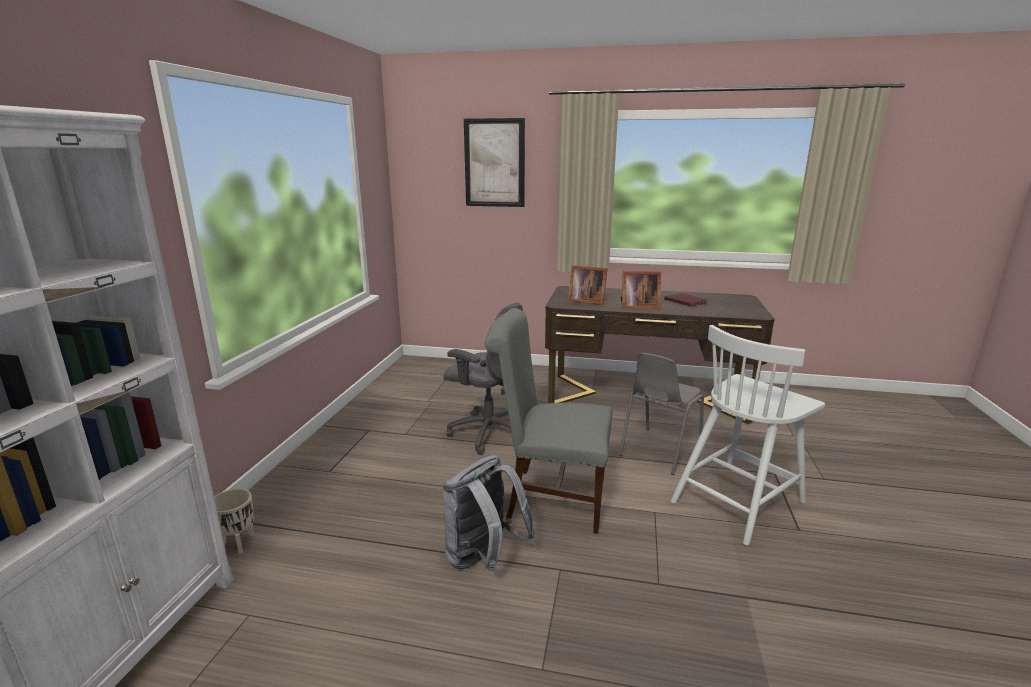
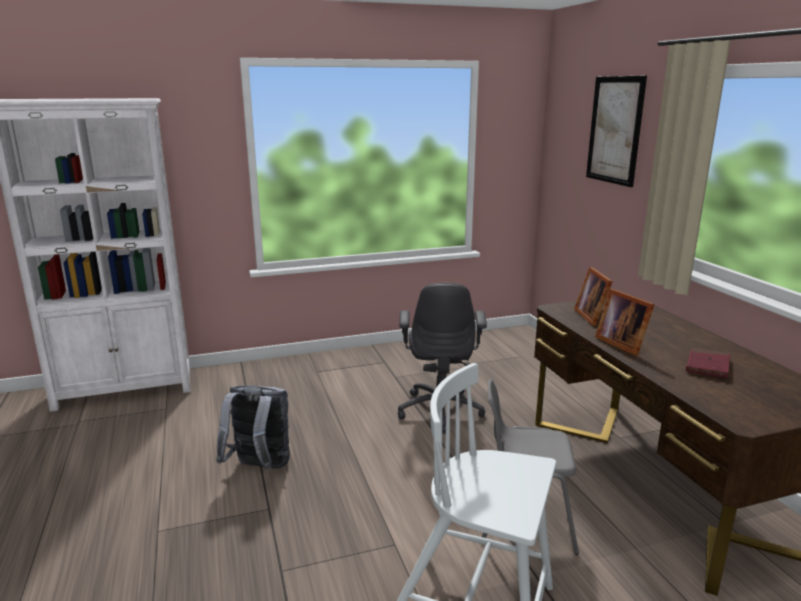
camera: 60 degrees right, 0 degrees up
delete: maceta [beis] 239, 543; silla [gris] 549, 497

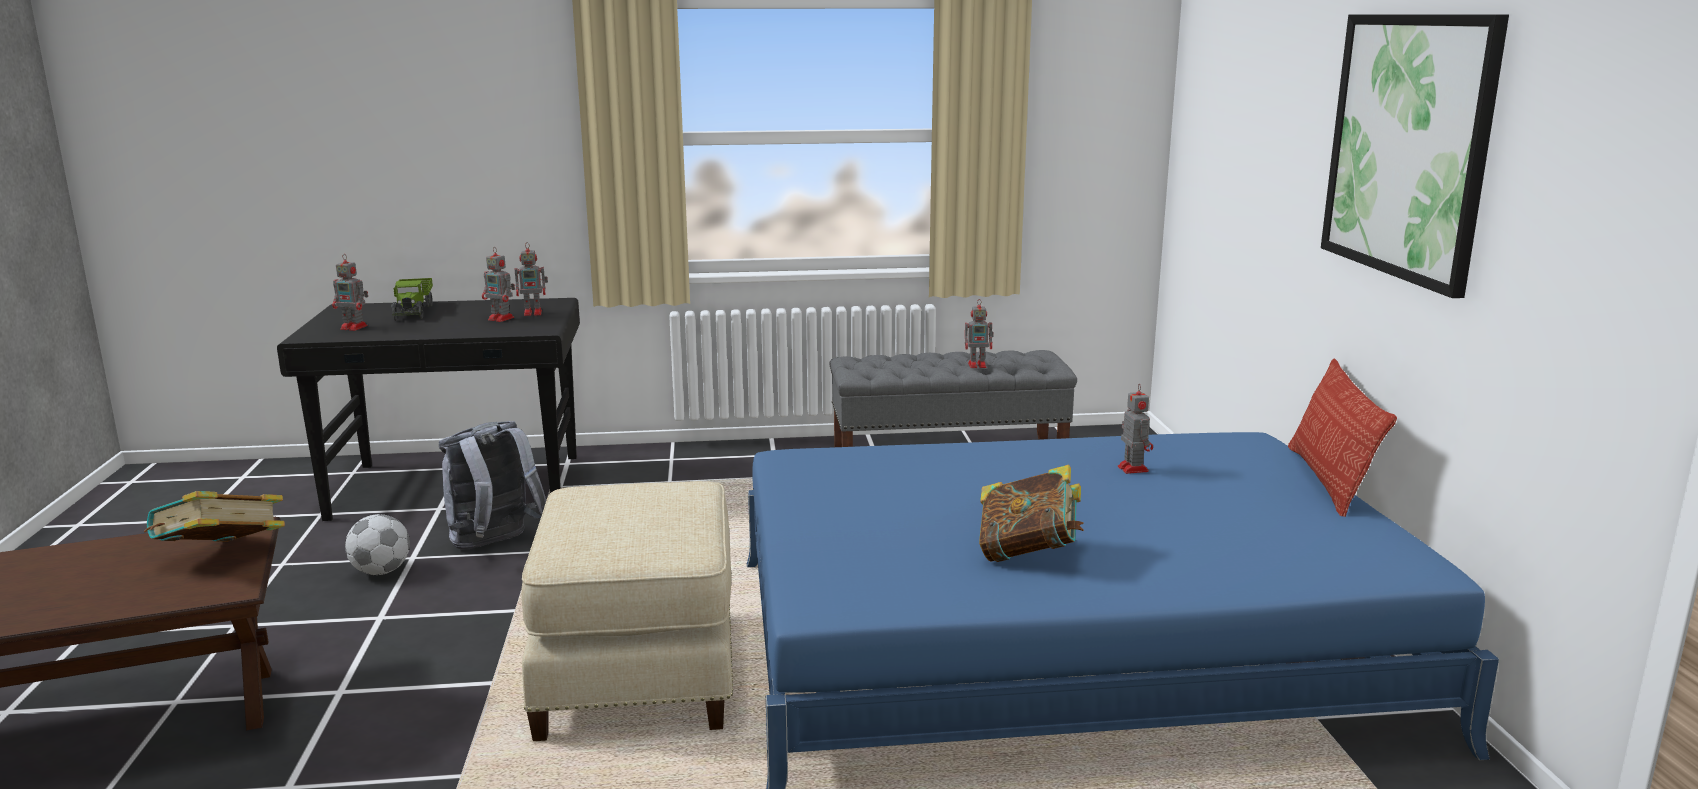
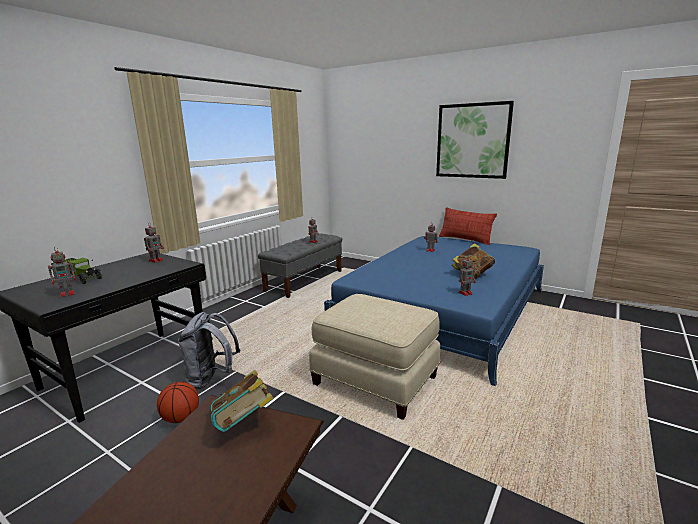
camera: 50 degrees left, 0 degrees up
move: robot de juguete 502, 319 to 465, 293
replace: balón de fútbol 381, 571 to balón de baloncesto 181, 418

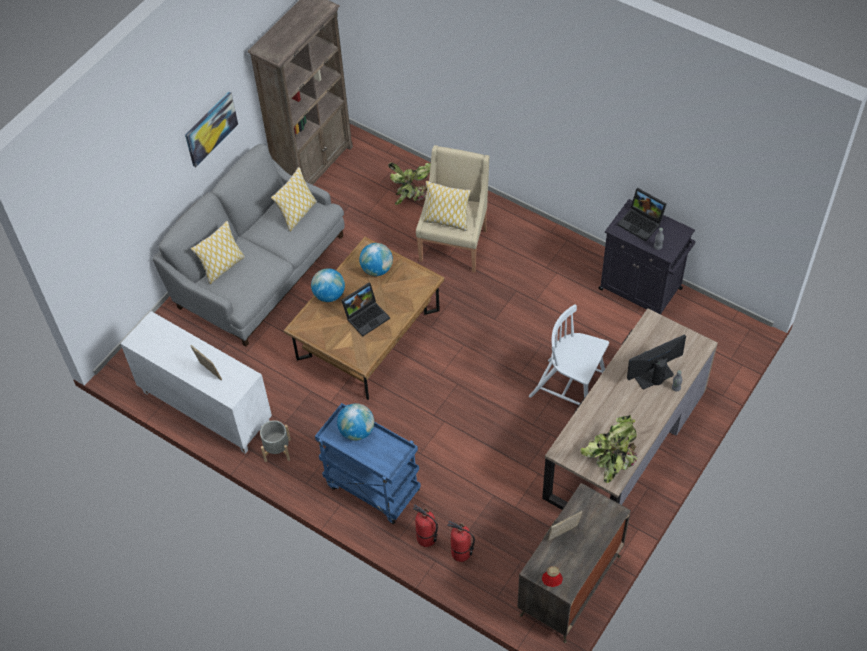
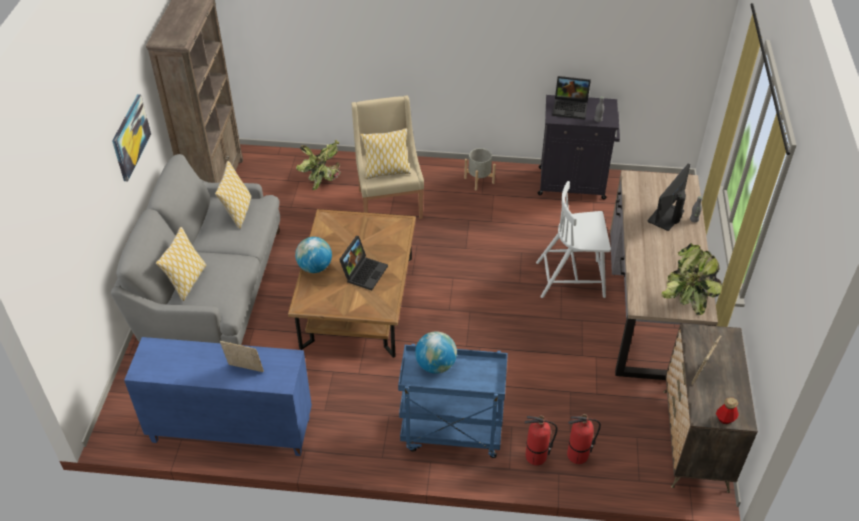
camera: 30 degrees left, 10 degrees down
delete: globo terráqueo 377, 269
move: maceta [gris] 277, 450 to 479, 180
recolor: armario [blanco] 205, 408 to armario [azul] 230, 430

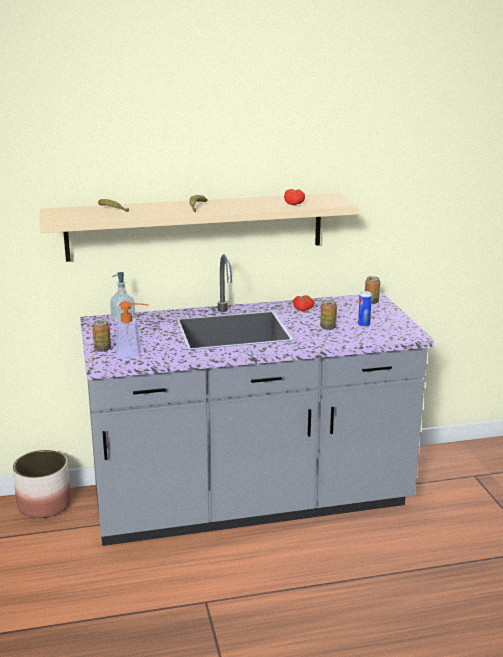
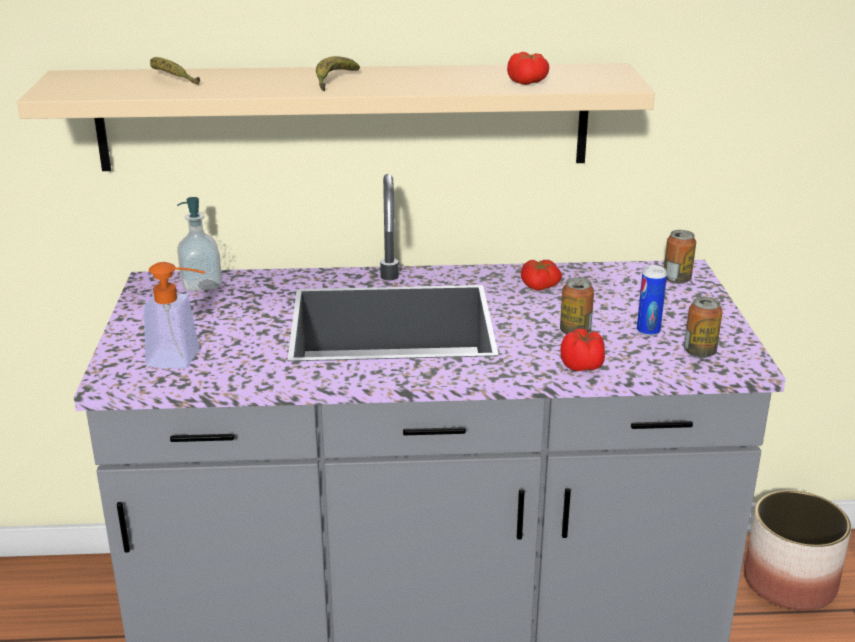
camera: 10 degrees right, 5 degrees up
insert: tomate 582, 366
move: lata 102, 349 to 699, 352; maceta 44, 504 to 788, 582

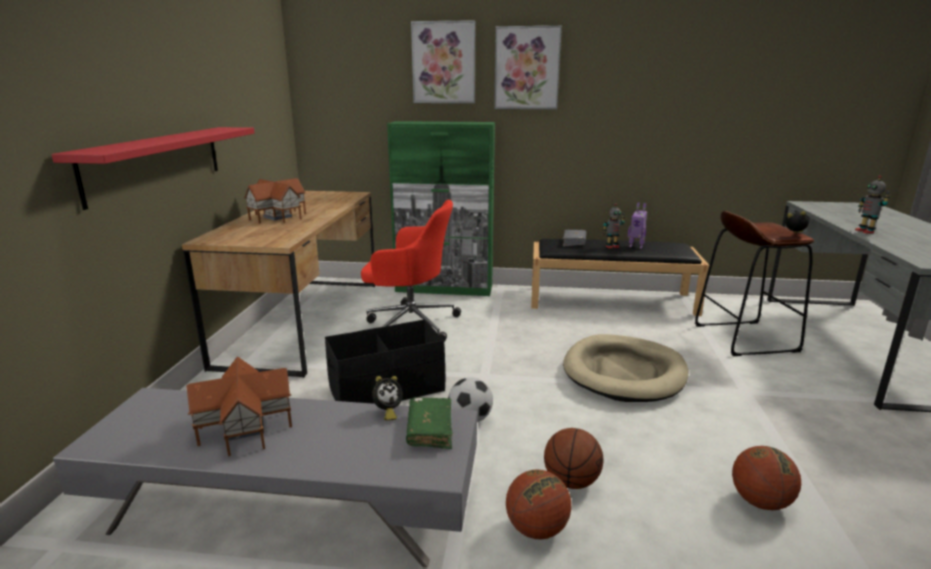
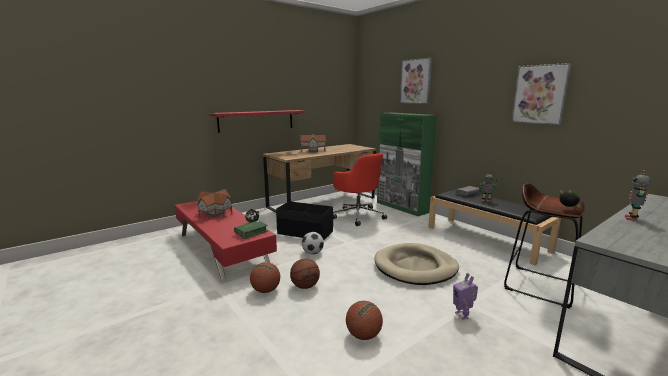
camera: 45 degrees right, 5 degrees down
move: robot de juguete 636, 246 to 462, 315; cuadro 527, 68 to 540, 94
recolor: mesa de centro [gris] 290, 503 to mesa de centro [rojo] 223, 249

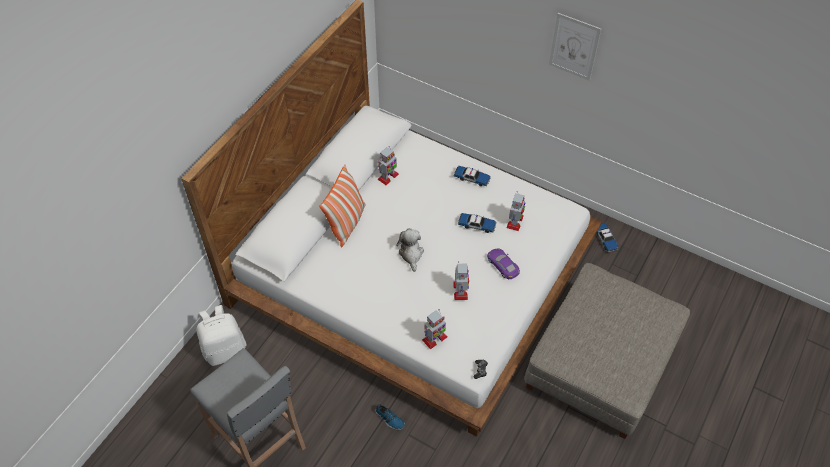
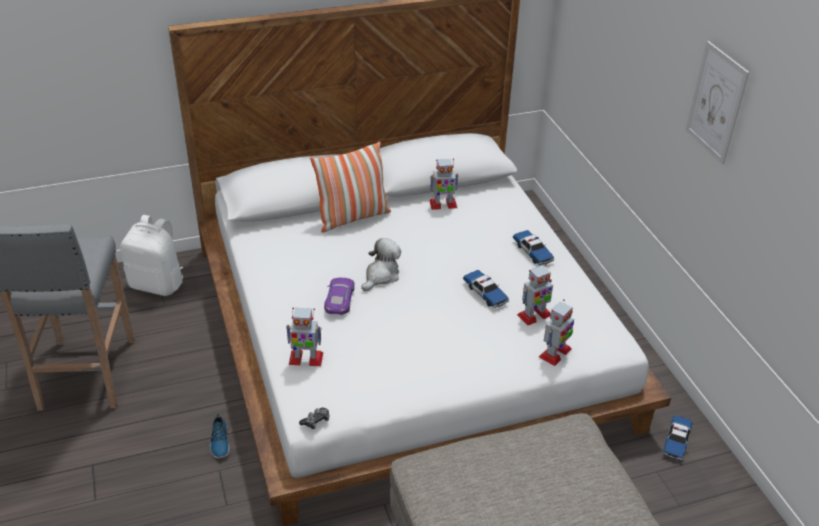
camera: 40 degrees right, 15 degrees down
move: coche de juguete [morado] 503, 265 to 339, 299; robot de juguete 460, 291 to 555, 353

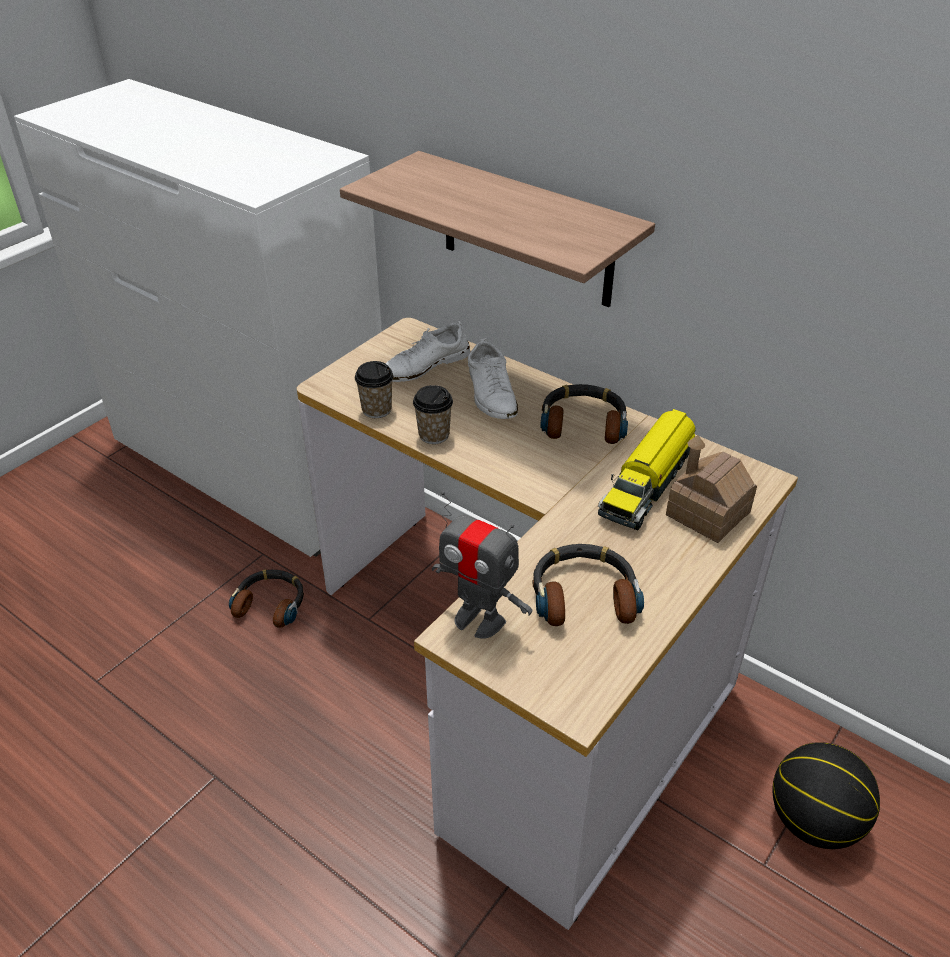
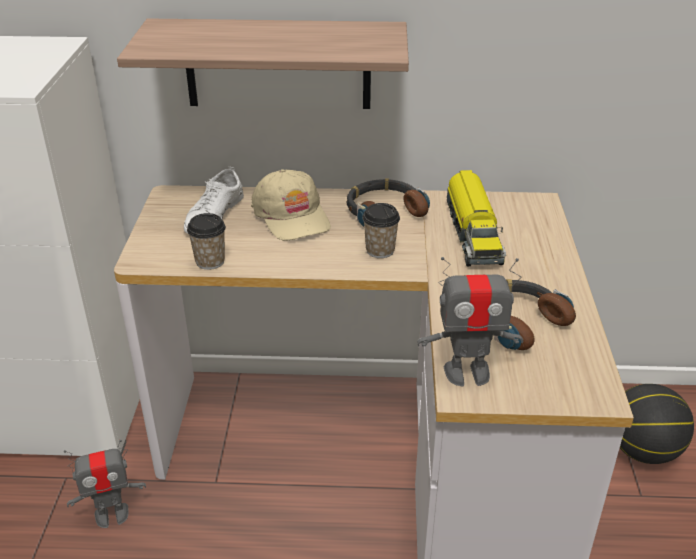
camera: 35 degrees left, 5 degrees down
delete: casita 707, 513
move: taza 434, 435 to 380, 250
replace: auriculares 271, 603 to robot de juguete 112, 515; zapato [blanco] 491, 393 to gorra [beis] 292, 216

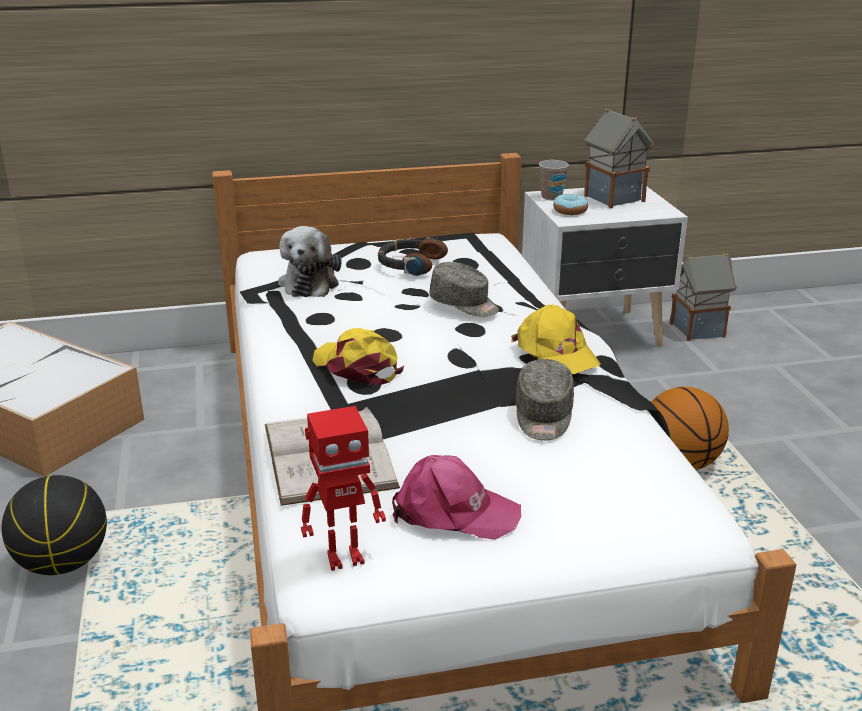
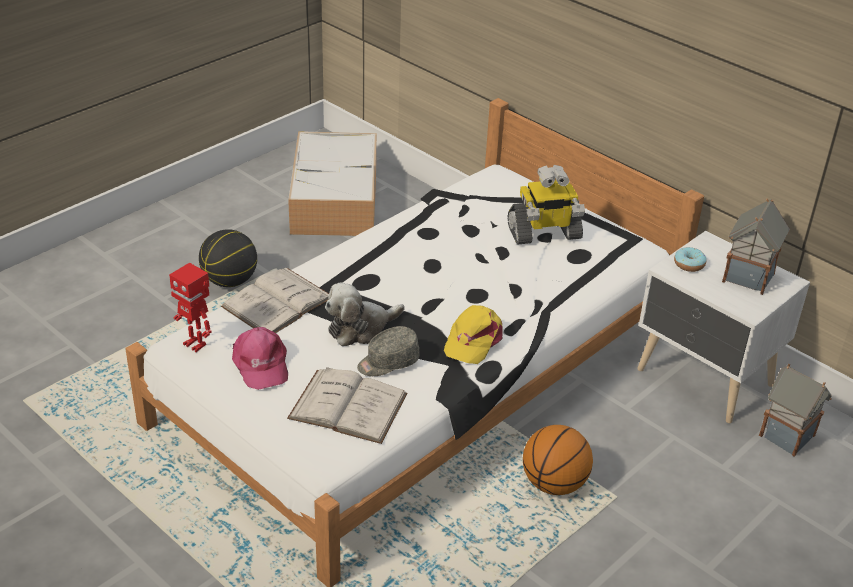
camera: 55 degrees right, 10 degrees up
delete: gorra [amarillo] 357, 367; gorra [gris] 464, 304; taza 551, 197
insert: libro [blanco] 348, 406
move: peluche 310, 283 to 360, 328
replace: auriculares 410, 264 to robot de juguete 544, 233

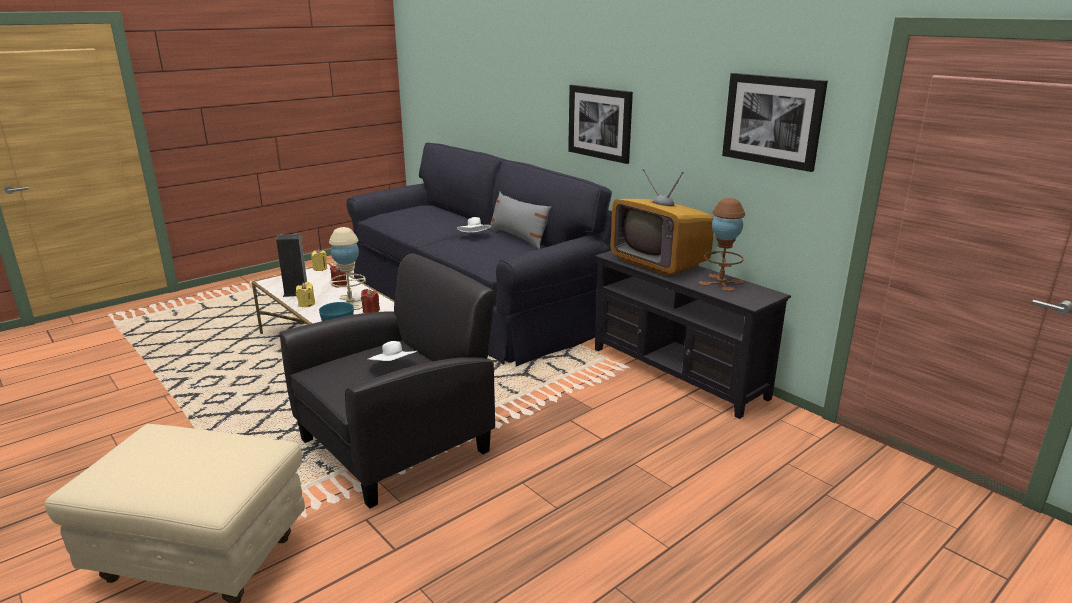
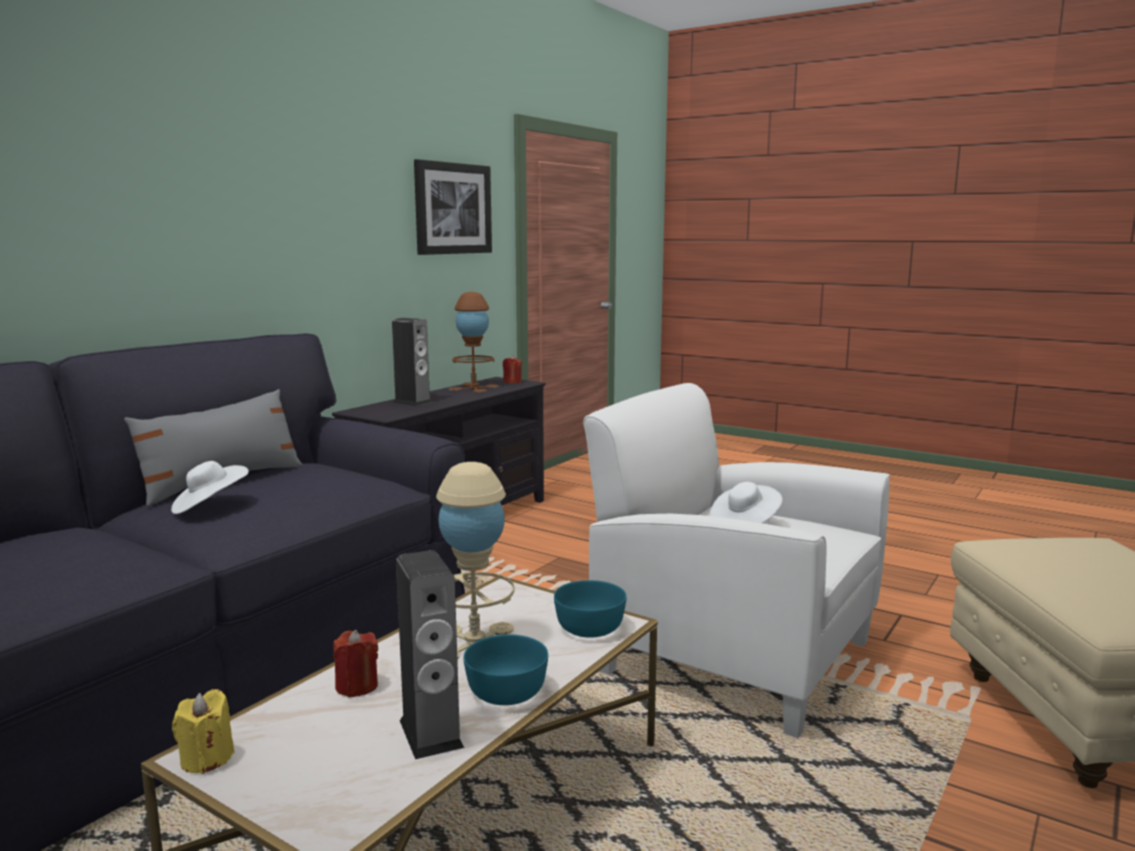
camera: 105 degrees left, 10 degrees down
delete: cuadro 600, 123
move: vela [rojo] 371, 311 to 512, 382
replace: televisor 659, 262 to altavoz 412, 402; vela [amarillo] 306, 304 to cuenco [turquesa] 505, 692
recolor: sillón [negro] 397, 444 to sillón [blanco] 733, 655

